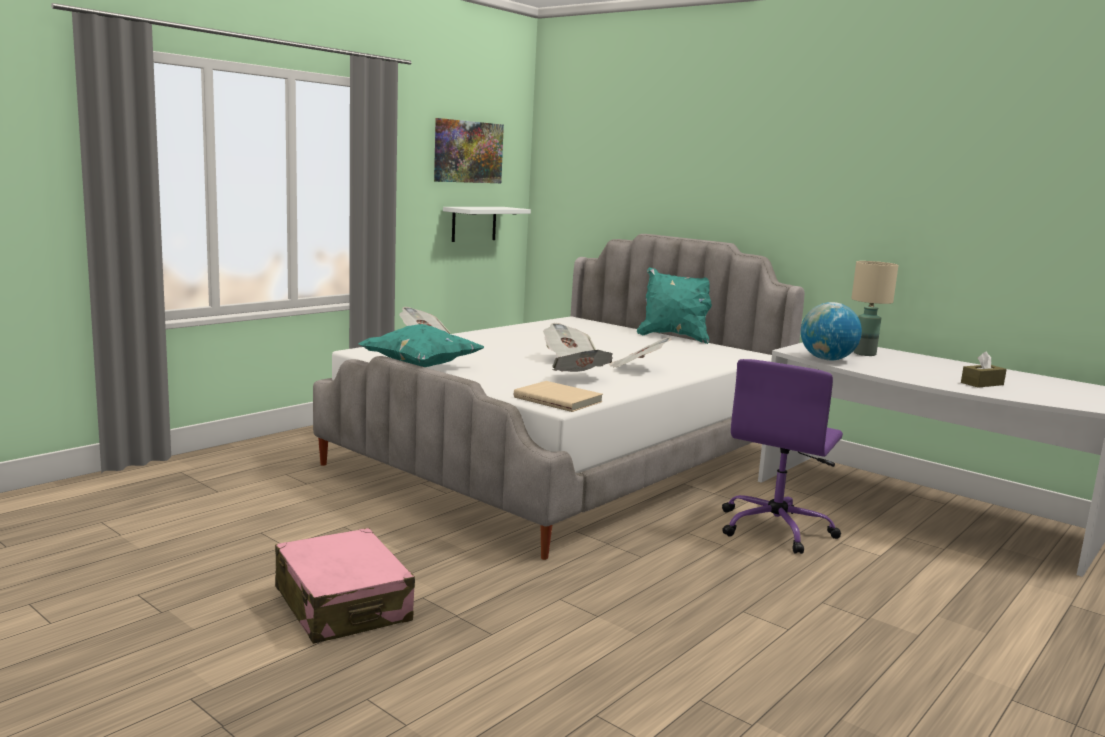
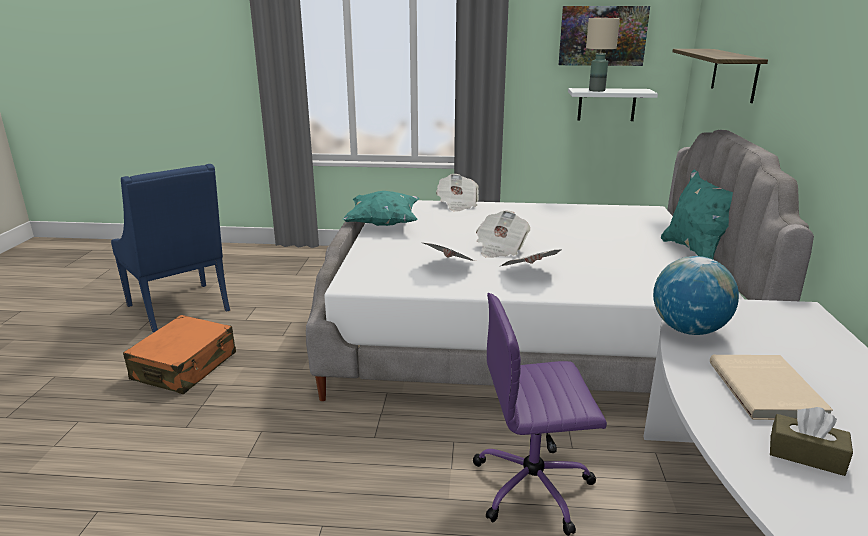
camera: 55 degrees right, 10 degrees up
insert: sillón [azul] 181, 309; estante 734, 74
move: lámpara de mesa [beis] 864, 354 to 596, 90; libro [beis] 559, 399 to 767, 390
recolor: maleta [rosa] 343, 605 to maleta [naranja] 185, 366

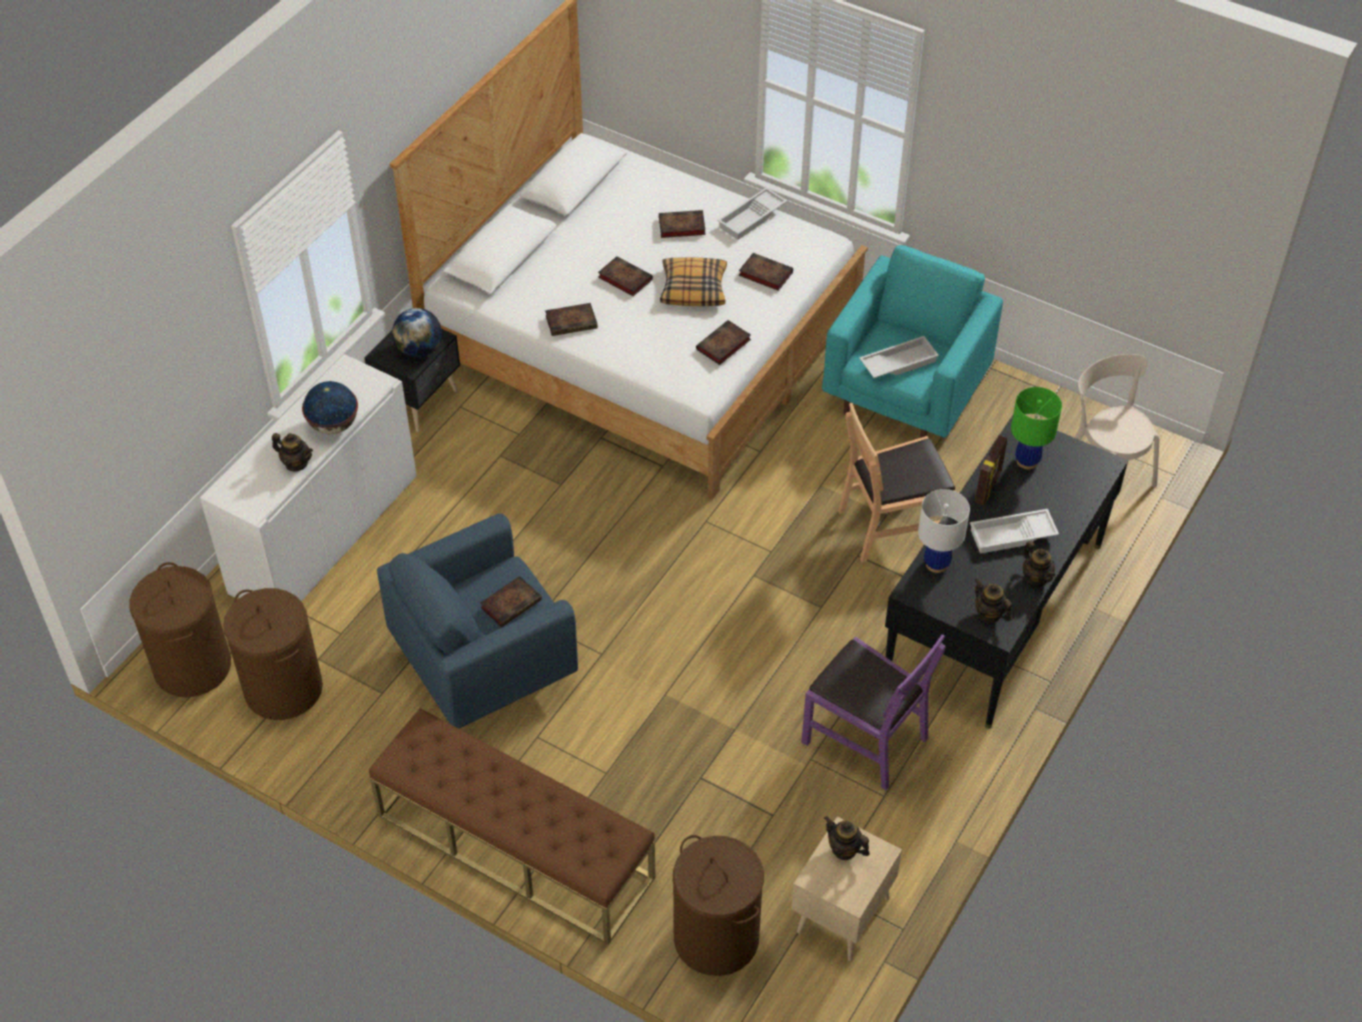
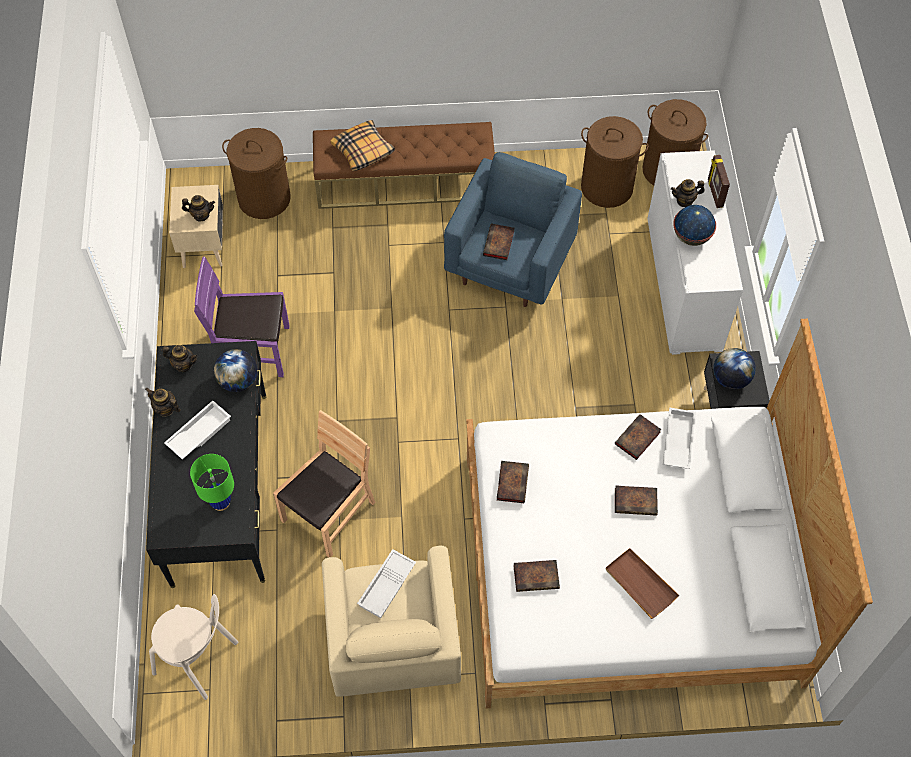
camera: 145 degrees right, 10 degrees up
move: cojín 693, 288 to 363, 151; bandeja [blanco] 752, 218 to 677, 441; portarretratos 988, 487 to 714, 193
replace: lámpara de mesa [blanco] 936, 564 to globo terráqueo 238, 381; libro 680, 227 to bandeja [marrón] 640, 584
recolor: sillón [turquesa] 905, 395 to sillón [beis] 393, 641

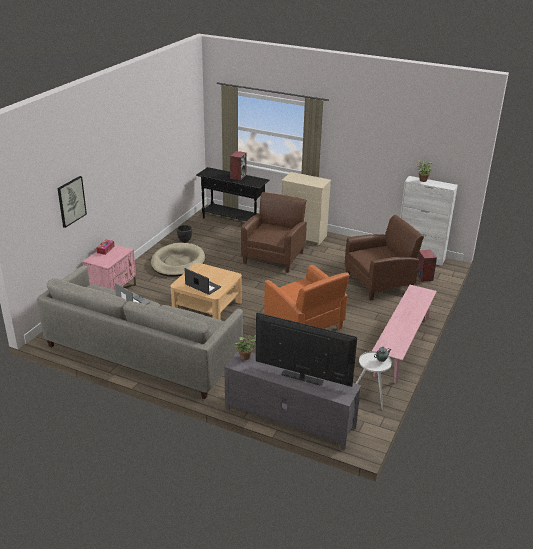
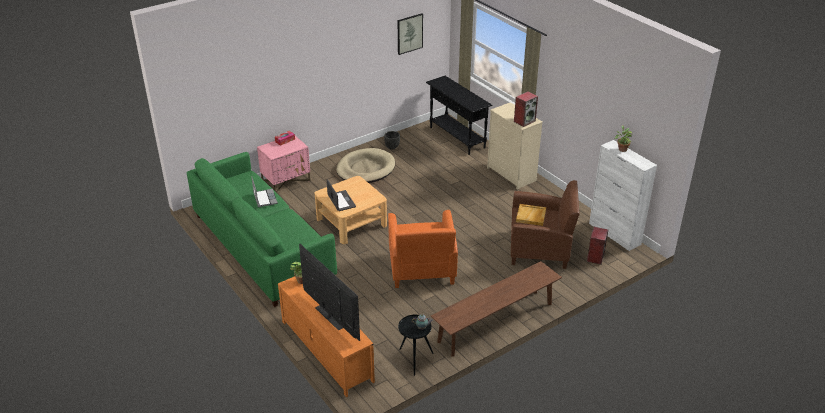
camera: 30 degrees right, 5 degrees up
delete: sillón [marrón] 274, 257
insert: bandeja [beis] 531, 216
move: cuadro 71, 201 to 409, 33; altavoz 238, 176 to 524, 121
recolor: sofá [gris] 143, 352 to sofá [verde] 262, 247; mueble de televisión [gris] 289, 418 to mueble de televisión [naranja] 326, 350; mesa auxiliar [blanco] 370, 397 to mesa auxiliar [negro] 414, 360; banco [rosa] 402, 346 to banco [marrón] 495, 322

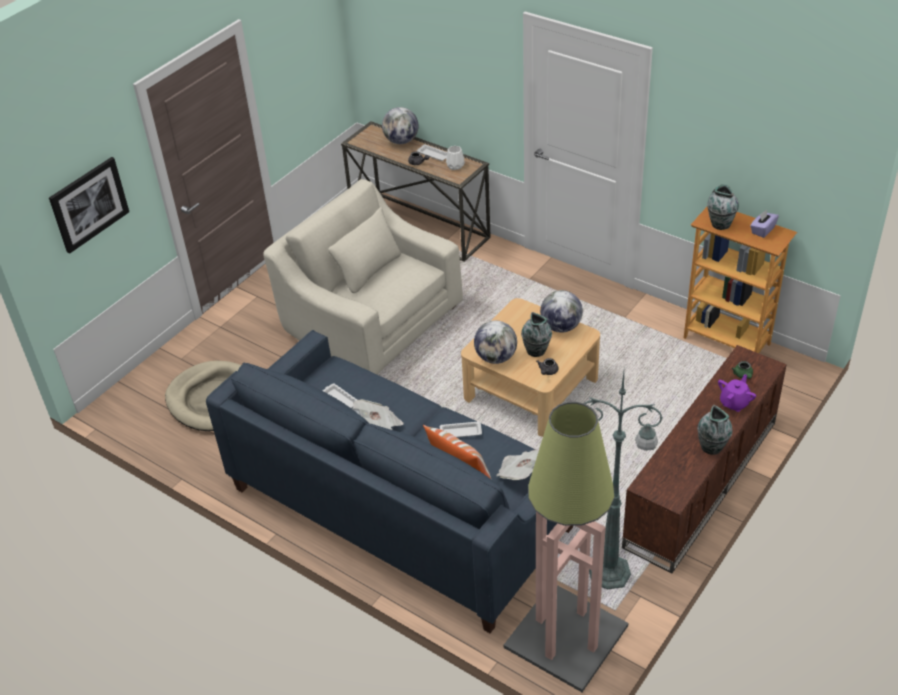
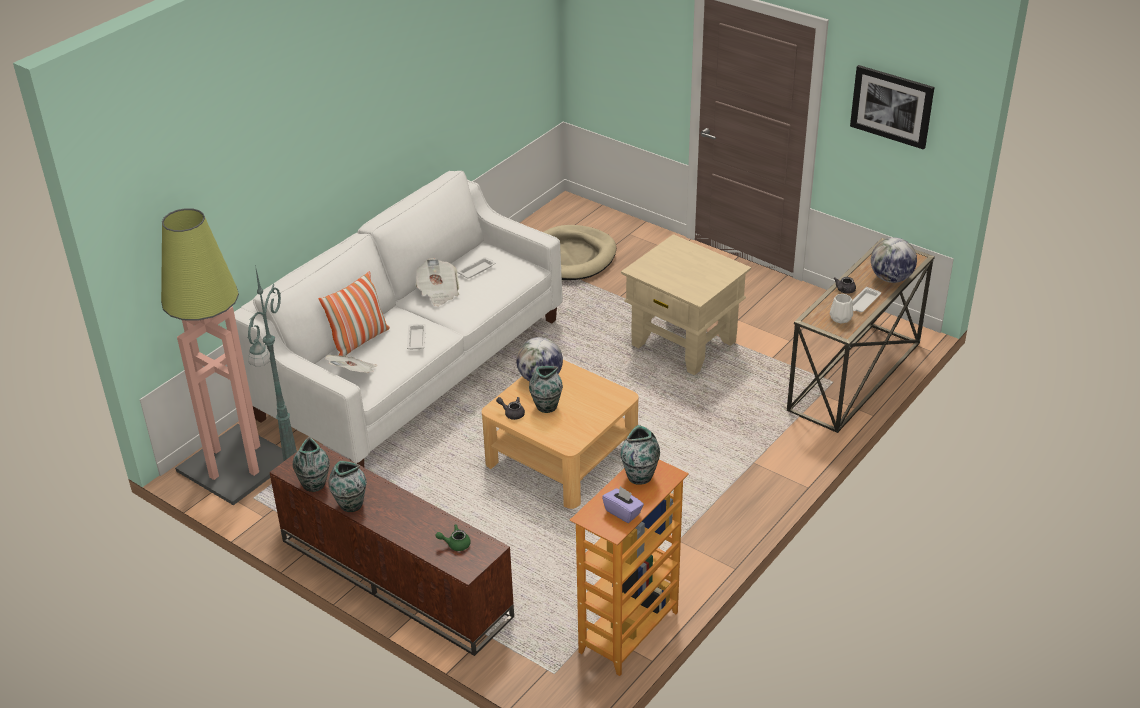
camera: 90 degrees right, 5 degrees down
delete: globo terráqueo 560, 327; tetera [morado] 734, 403
insert: florero 314, 485
move: cuadro 89, 204 to 892, 106
replace: sillón [beis] 371, 319 to mesa auxiliar [beis] 683, 344
recolor: sofá [azul] 401, 508 to sofá [blanco] 412, 368

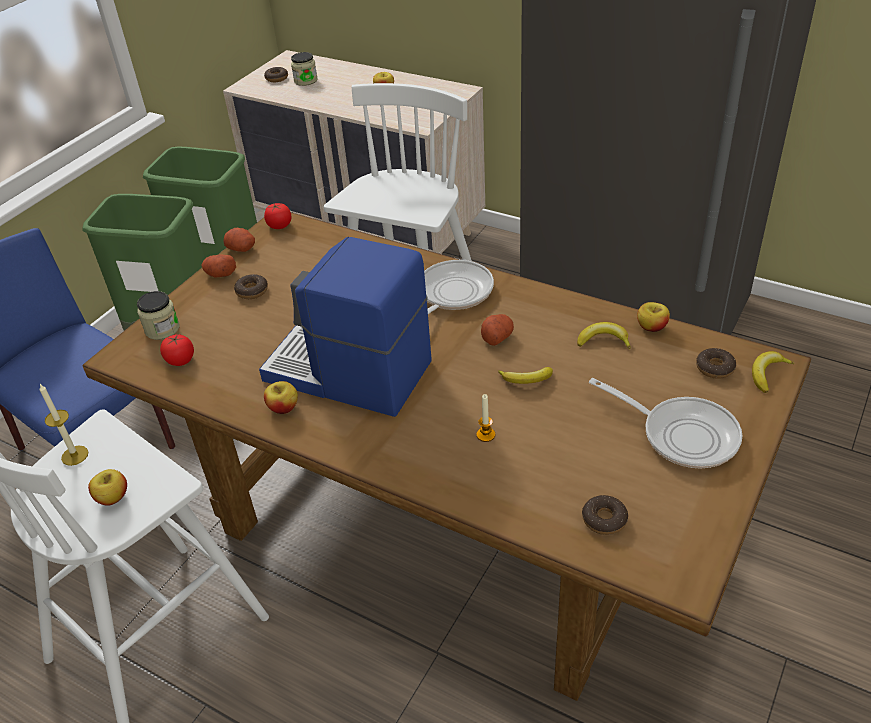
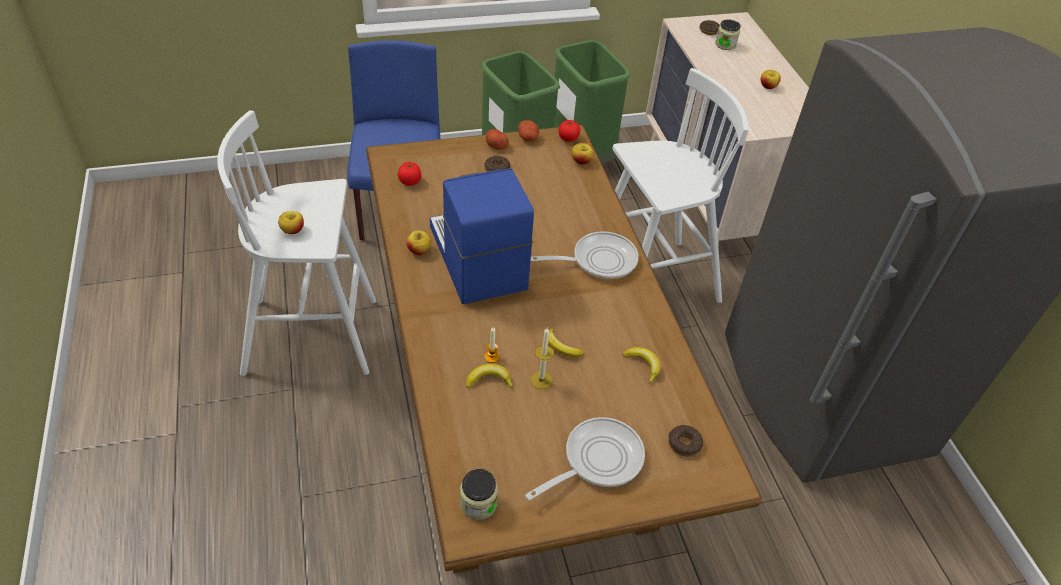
camera: 40 degrees right, 5 degrees up
delete: patata 497, 337; rosquilla 604, 519
move: tarro 162, 329 to 478, 504; plátano 767, 374 to 489, 380; vela 75, 455 to 541, 380; manzana 651, 327 to 581, 161
rotate: sartén 682, 434 = 597, 460 120 degrees counterclockwise

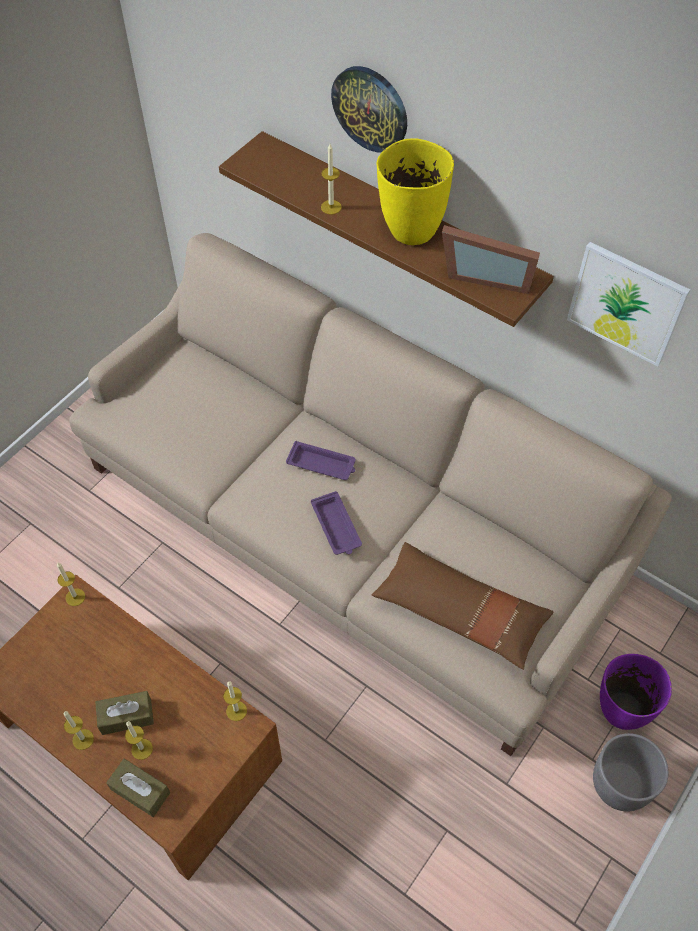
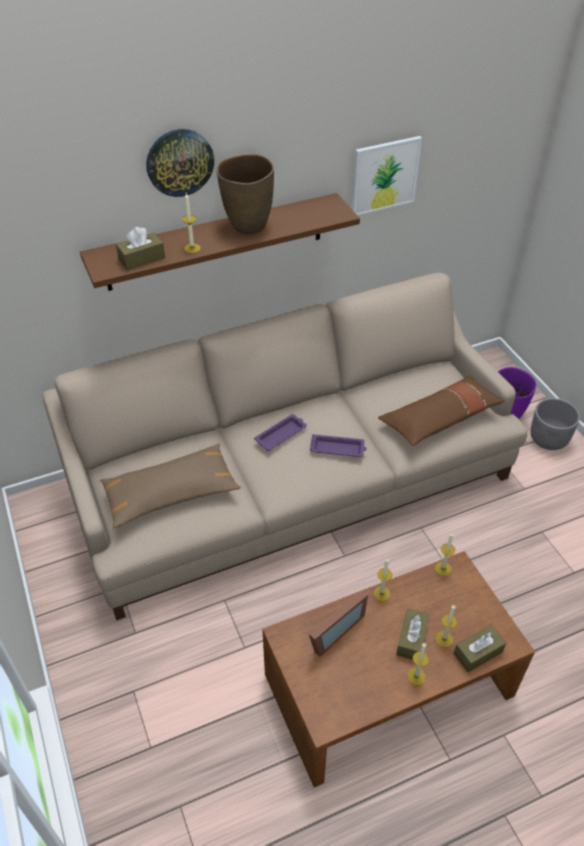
camera: 60 degrees left, 10 degrees down
insert: cojín [marrón] 170, 493; caja de pañuelos [marrón] 142, 258
move: portarretratos 486, 275 to 332, 631; vela 75, 597 to 381, 593
recolor: florero [amarillo] 410, 231 to florero [marrón] 248, 226

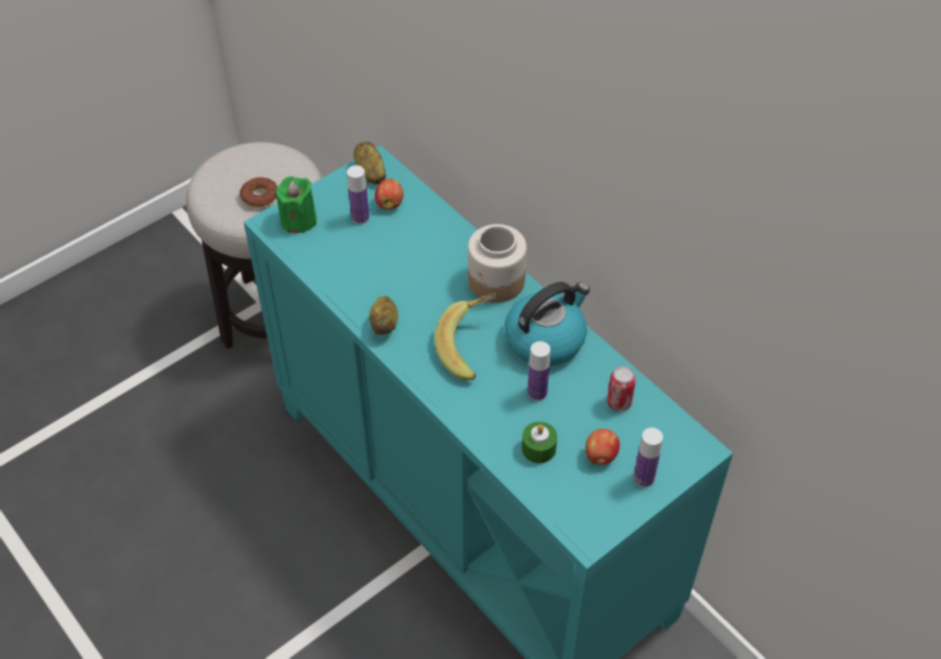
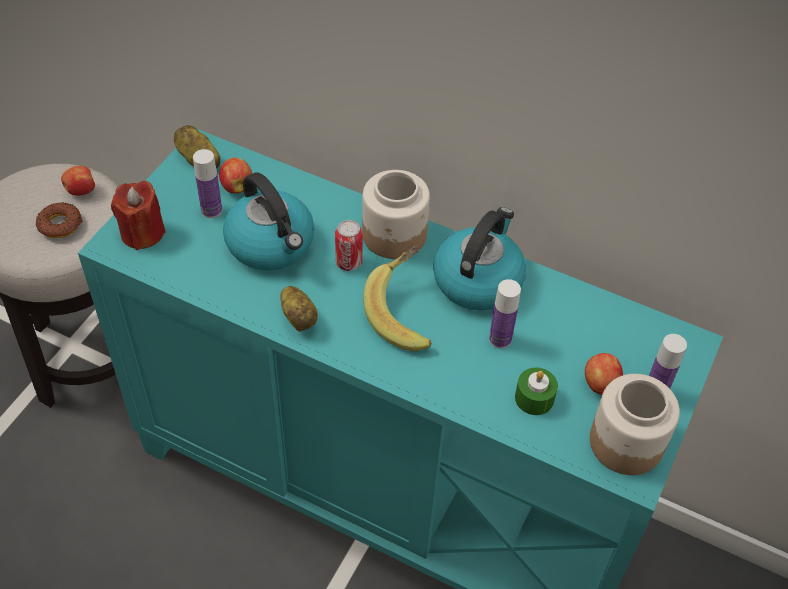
camera: 25 degrees left, 0 degrees up
insert: manzana 80, 191; hervidor 271, 244; tarro 625, 442
move: lata 619, 402 to 349, 262
recolor: vela [verde] 298, 220 to vela [rojo] 142, 233

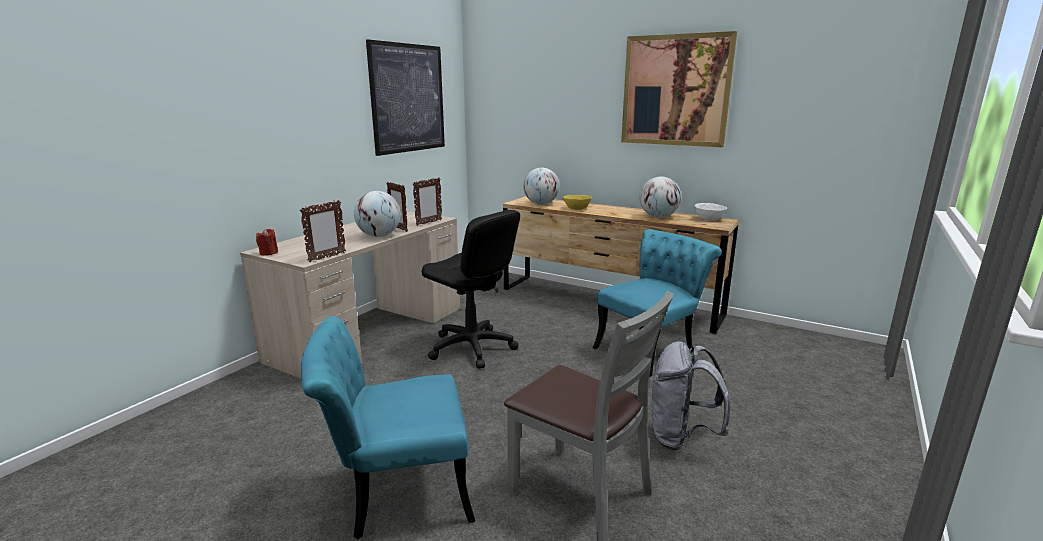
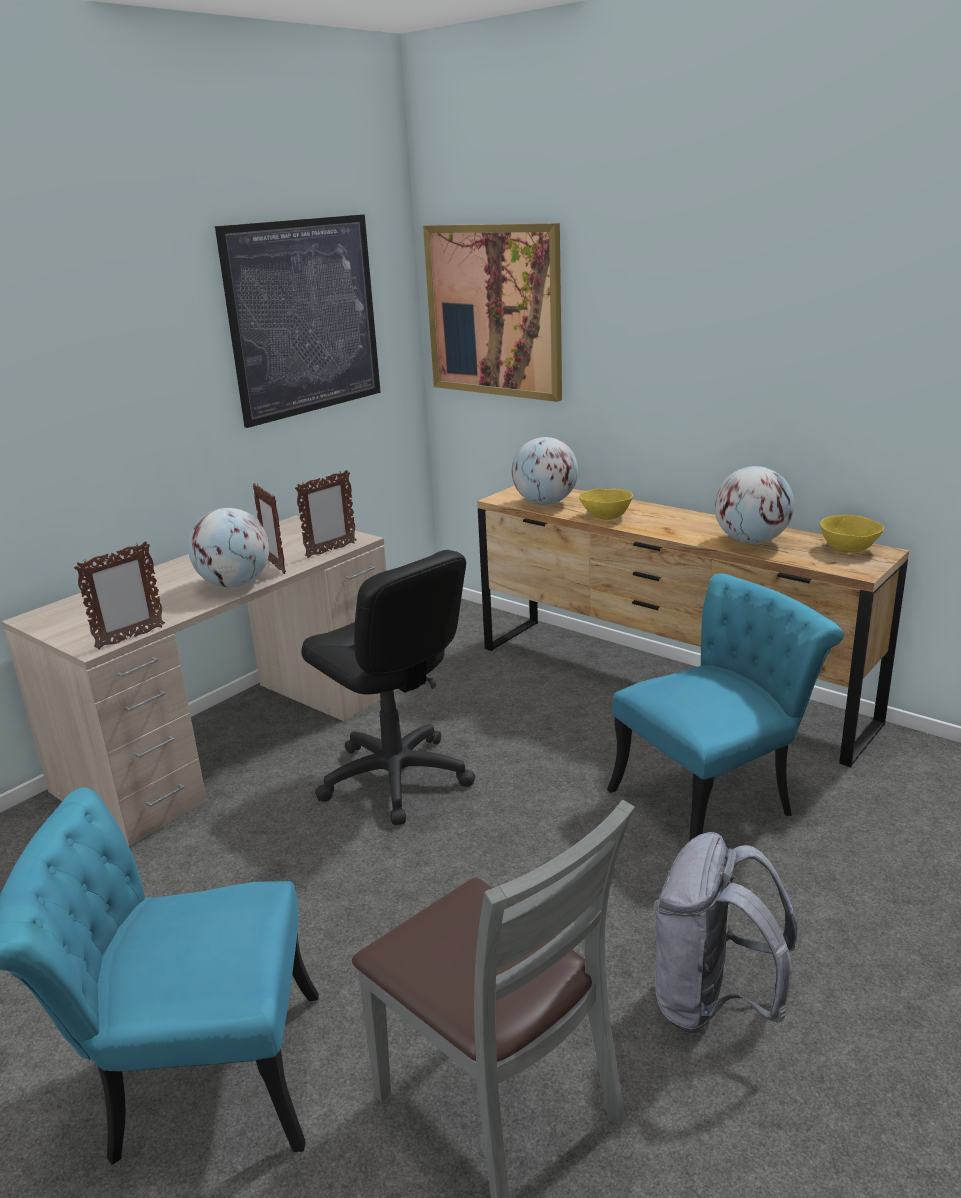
camera: 10 degrees right, 5 degrees up
delete: vela [rojo] 268, 253
move: cuadro 675, 91 to 494, 311
recolor: cuenco [blanco] 709, 219 to cuenco [amarillo] 848, 549

